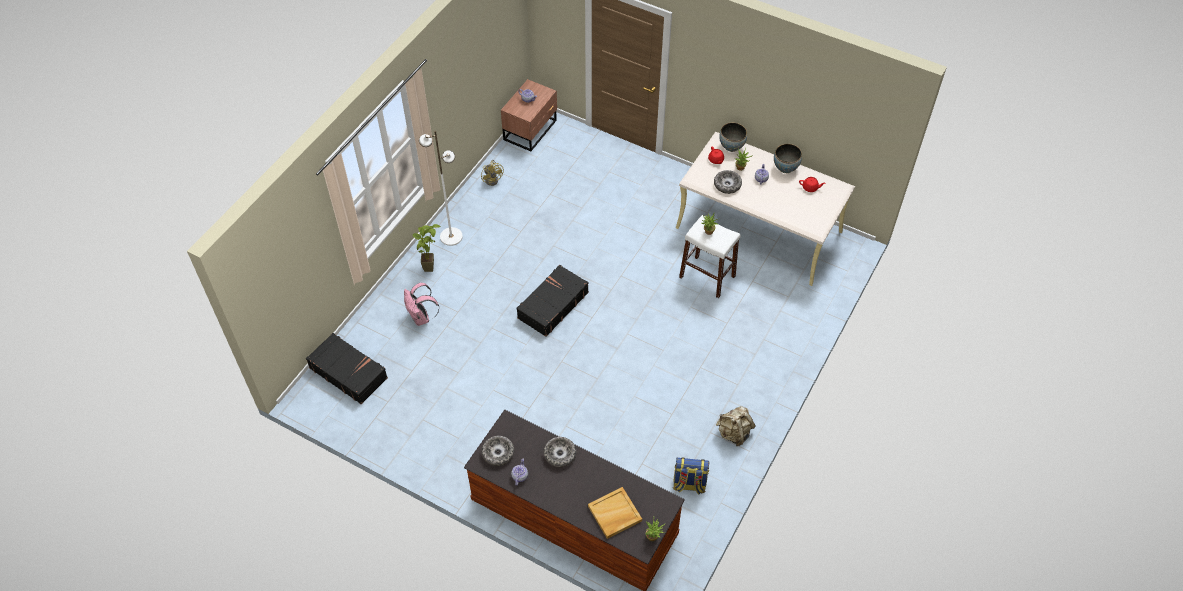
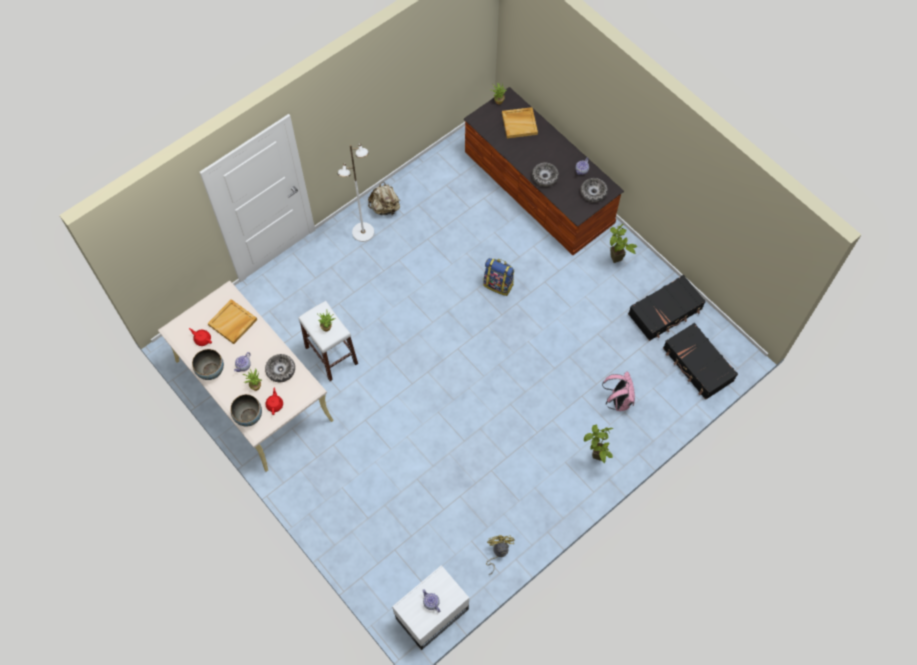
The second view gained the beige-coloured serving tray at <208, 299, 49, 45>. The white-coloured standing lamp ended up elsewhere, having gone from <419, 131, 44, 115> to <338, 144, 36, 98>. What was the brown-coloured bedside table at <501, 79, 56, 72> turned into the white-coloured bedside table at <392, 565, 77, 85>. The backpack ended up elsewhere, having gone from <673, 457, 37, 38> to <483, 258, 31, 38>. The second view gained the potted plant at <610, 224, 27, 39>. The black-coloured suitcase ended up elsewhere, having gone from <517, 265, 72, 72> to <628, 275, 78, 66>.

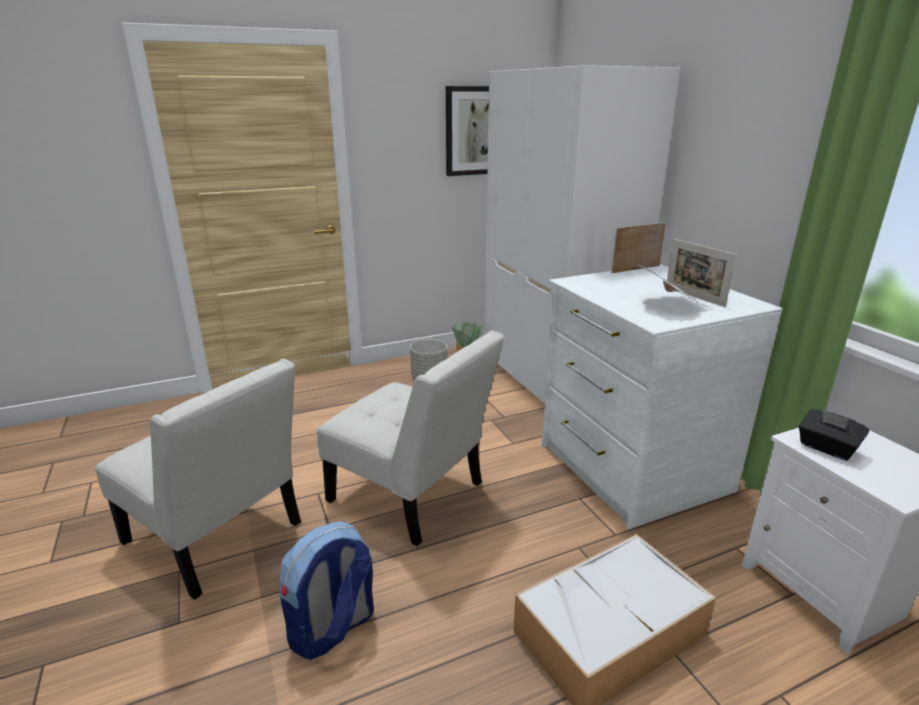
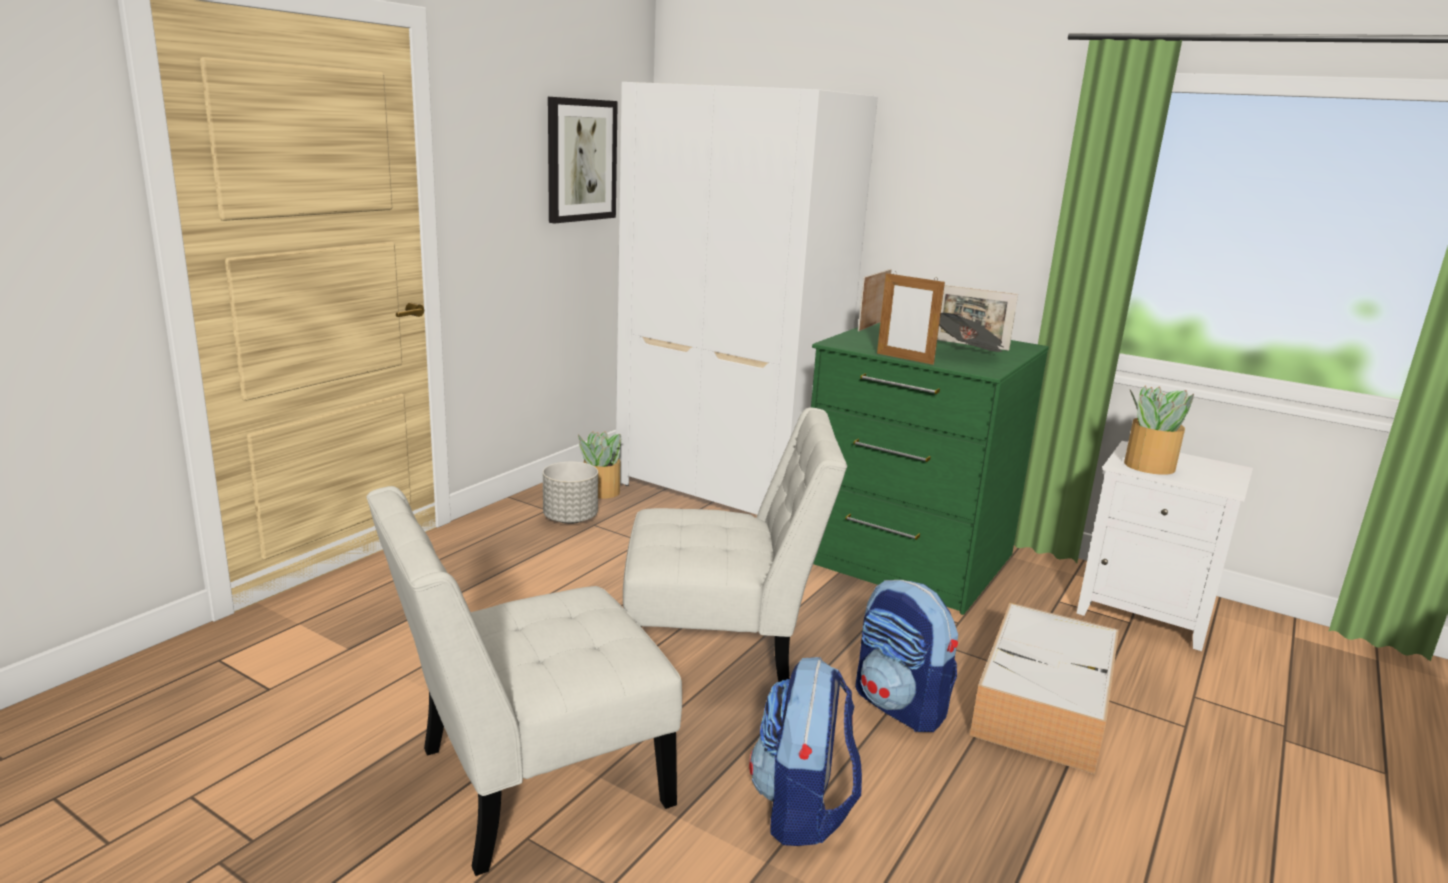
The white-coloured chair at <95, 359, 206, 241> ended up facing another way, 150 degrees clockwise from before. What was the white-coloured dresser at <542, 264, 241, 265> turned into the greenish dresser at <811, 323, 238, 292>. The second view gained the backpack at <855, 580, 103, 152>. The second view gained the picture frame at <877, 272, 68, 93>. Where the black-coloured tissue holder stood at <799, 409, 71, 52>, the potted plant came to stand at <1124, 386, 70, 89>.

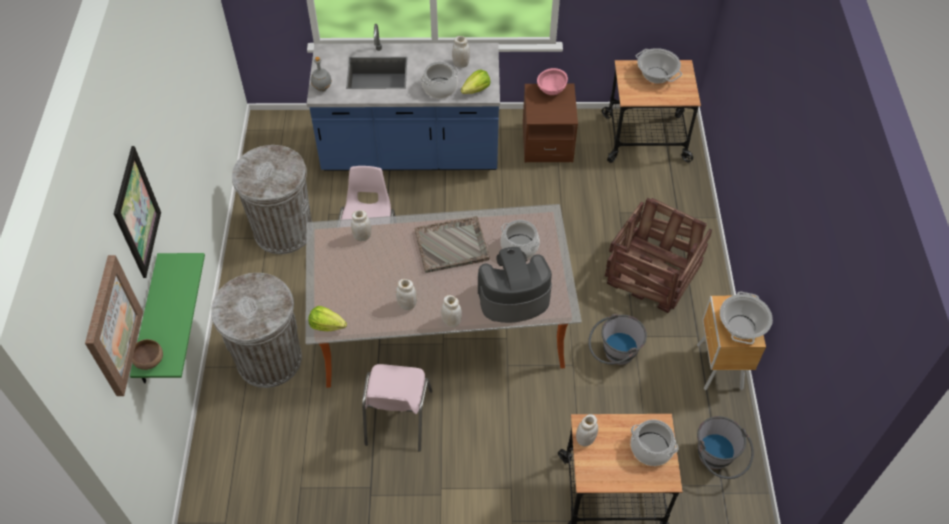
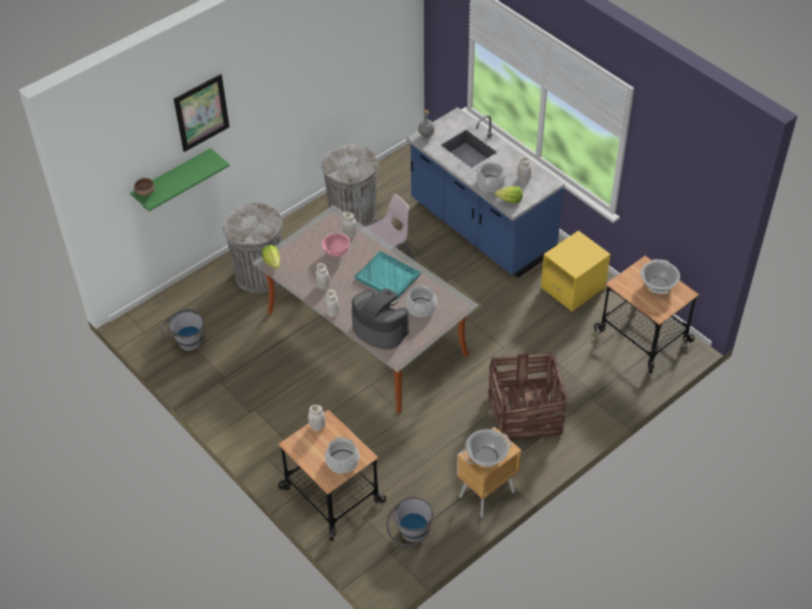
The gray pail ended up elsewhere, having gone from <588, 314, 59, 51> to <161, 309, 43, 42>. The pink-coloured deep dish ended up elsewhere, having gone from <537, 68, 31, 27> to <322, 233, 28, 24>. What was the gray serving tray at <415, 216, 75, 57> turned into the turquoise-coloured serving tray at <354, 251, 67, 46>. What was the brown-coloured bedside table at <523, 84, 55, 79> turned into the yellowish bedside table at <541, 230, 70, 82>. The second view lost the picture at <85, 255, 58, 141>. The second view lost the pink-coloured chair at <362, 364, 71, 88>.

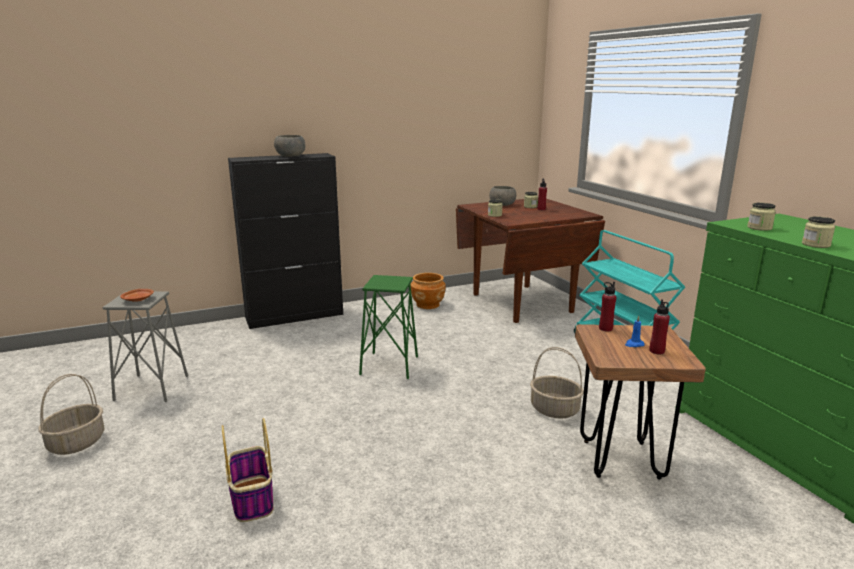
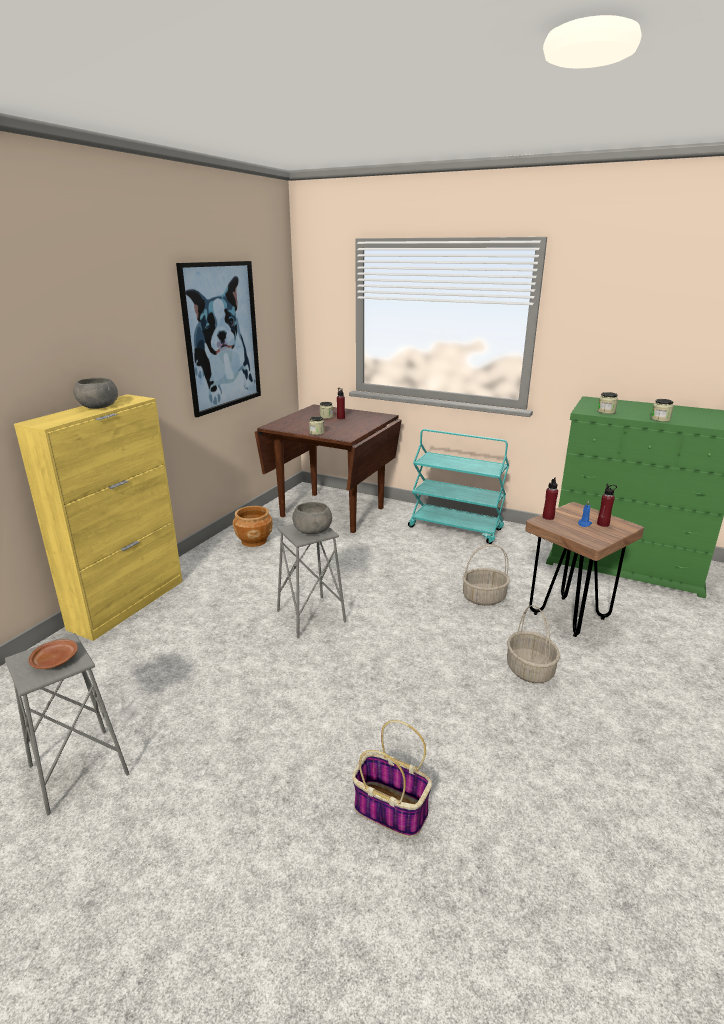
What was the black-coloured cupboard at <228, 153, 115, 176> turned into the yellowish cupboard at <14, 394, 168, 247>. The second view gained the picture at <176, 261, 85, 156>. What was the greenish stool at <359, 275, 59, 104> turned into the gray stool at <277, 524, 69, 114>. The gray deep dish ended up elsewhere, having gone from <489, 186, 27, 20> to <292, 502, 40, 32>. The basket ended up elsewhere, having gone from <38, 374, 67, 81> to <507, 605, 53, 78>.

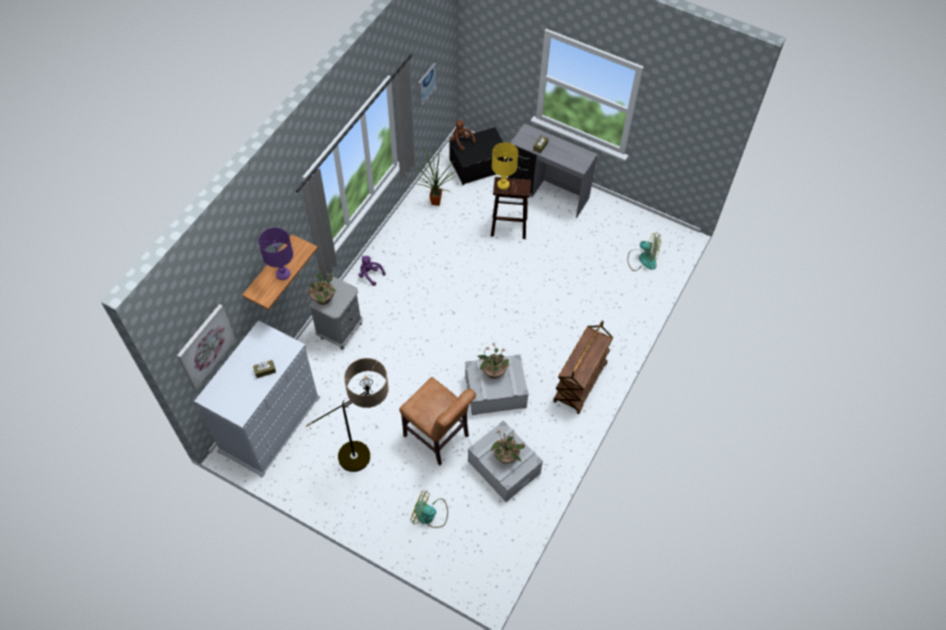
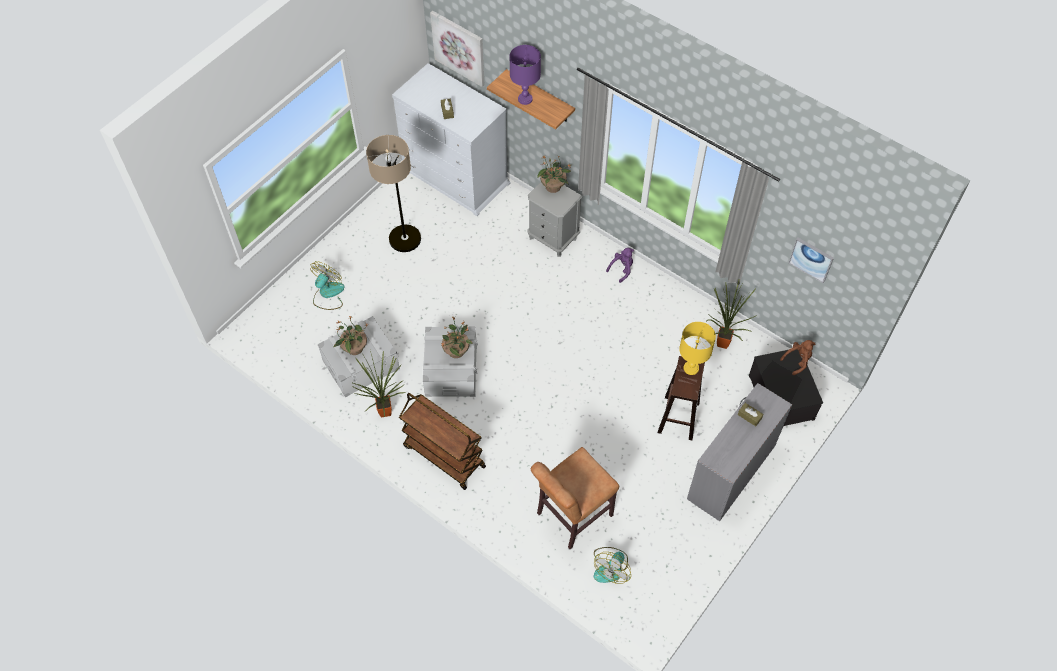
The second view gained the potted plant at <352, 351, 53, 66>. The brown-coloured chair ended up elsewhere, having gone from <399, 377, 77, 88> to <531, 447, 88, 102>.

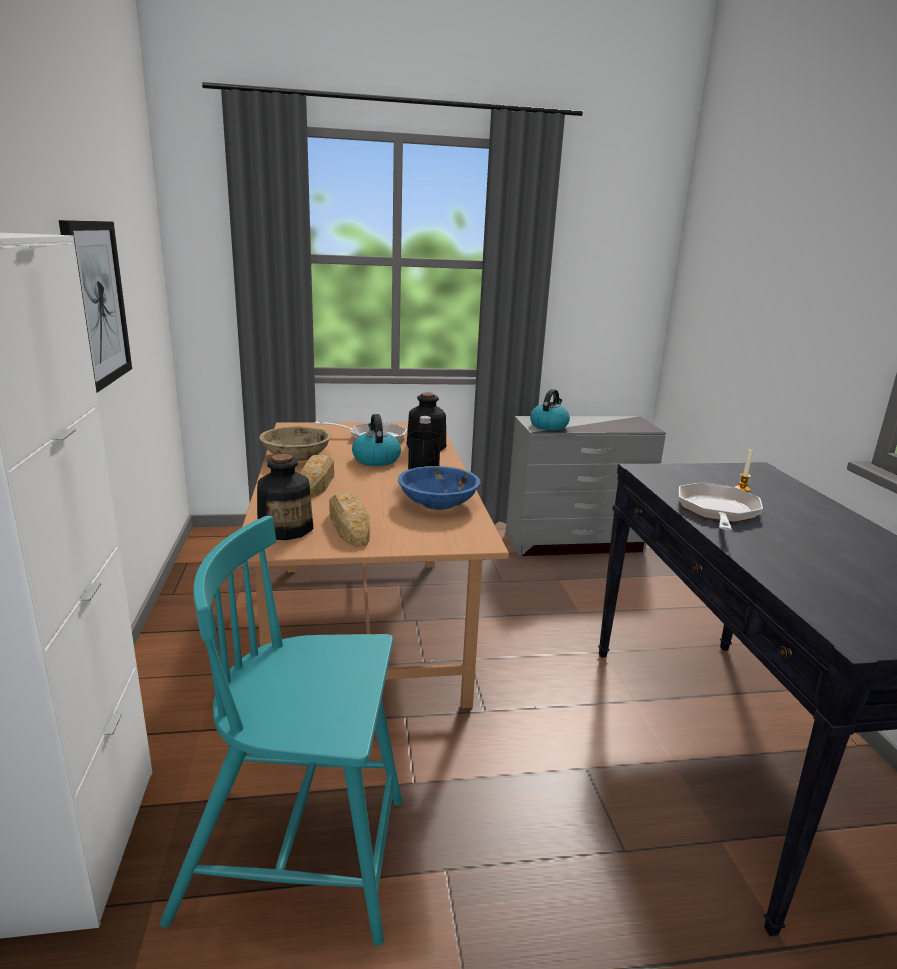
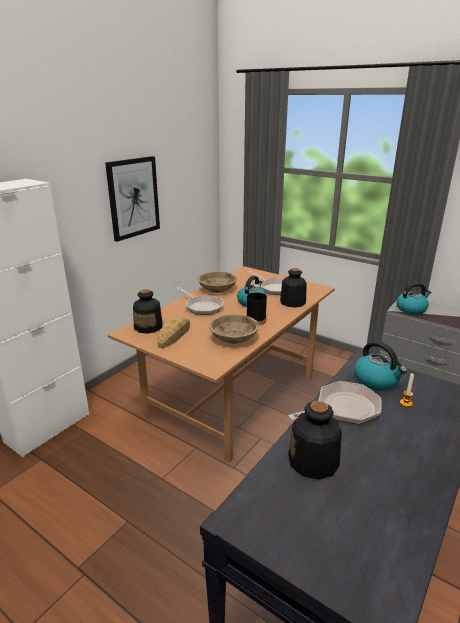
Where the bakery bread stood at <300, 455, 34, 42>, the skillet came to stand at <176, 287, 47, 28>. What was the blue deep dish at <398, 466, 82, 44> turned into the beige-coloured deep dish at <209, 314, 50, 30>. The second view gained the beverage bottle at <288, 401, 54, 79>. The second view gained the tea kettle at <354, 341, 53, 49>. The second view lost the turquoise-coloured chair at <160, 516, 242, 430>.

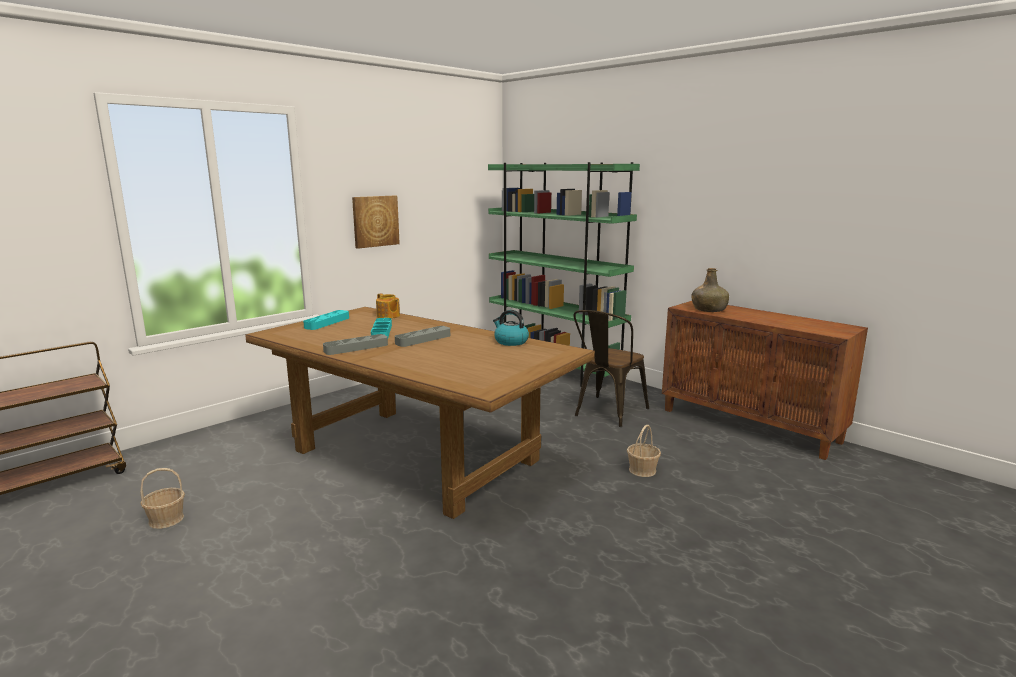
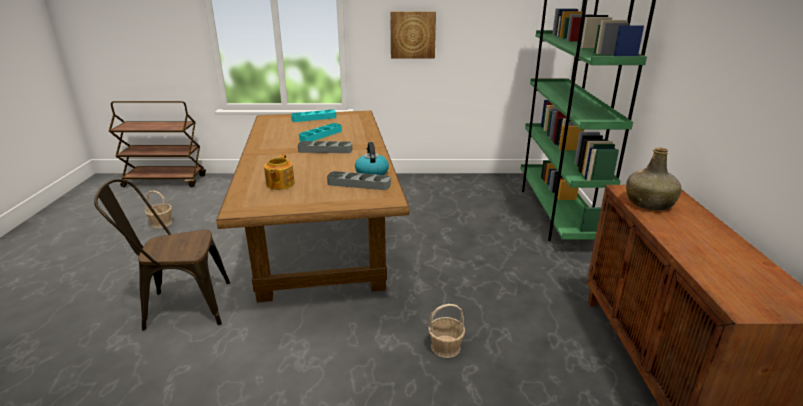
The brown-coloured chair ended up elsewhere, having gone from <574, 310, 75, 117> to <94, 179, 136, 152>. The teapot ended up elsewhere, having gone from <376, 293, 24, 25> to <264, 154, 31, 36>. The gray serving tray ended up elsewhere, having gone from <323, 334, 65, 21> to <327, 171, 64, 19>.

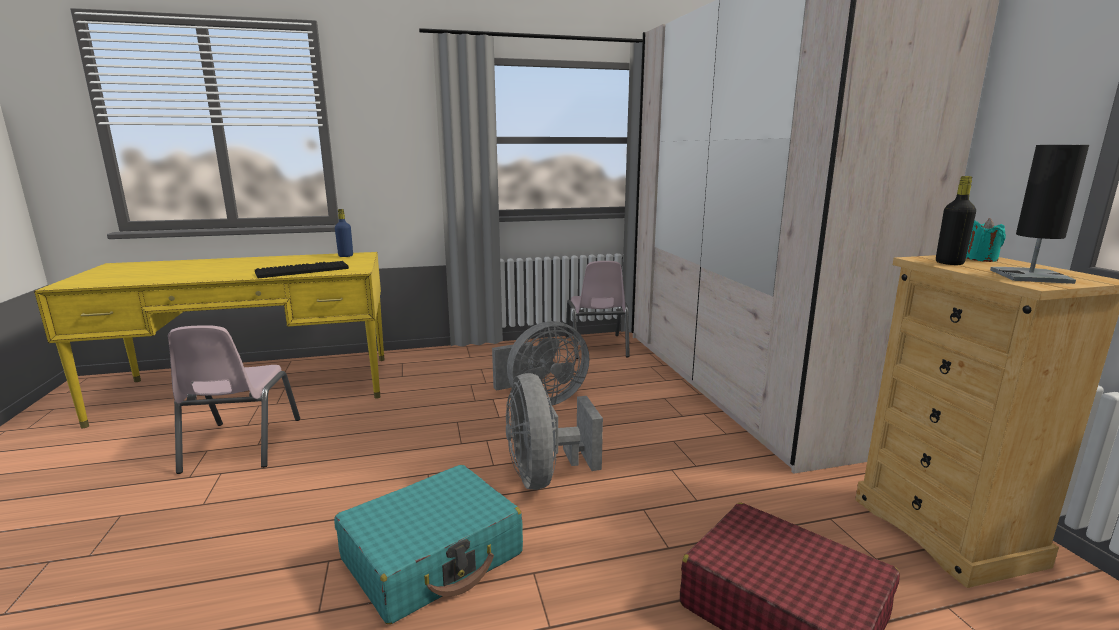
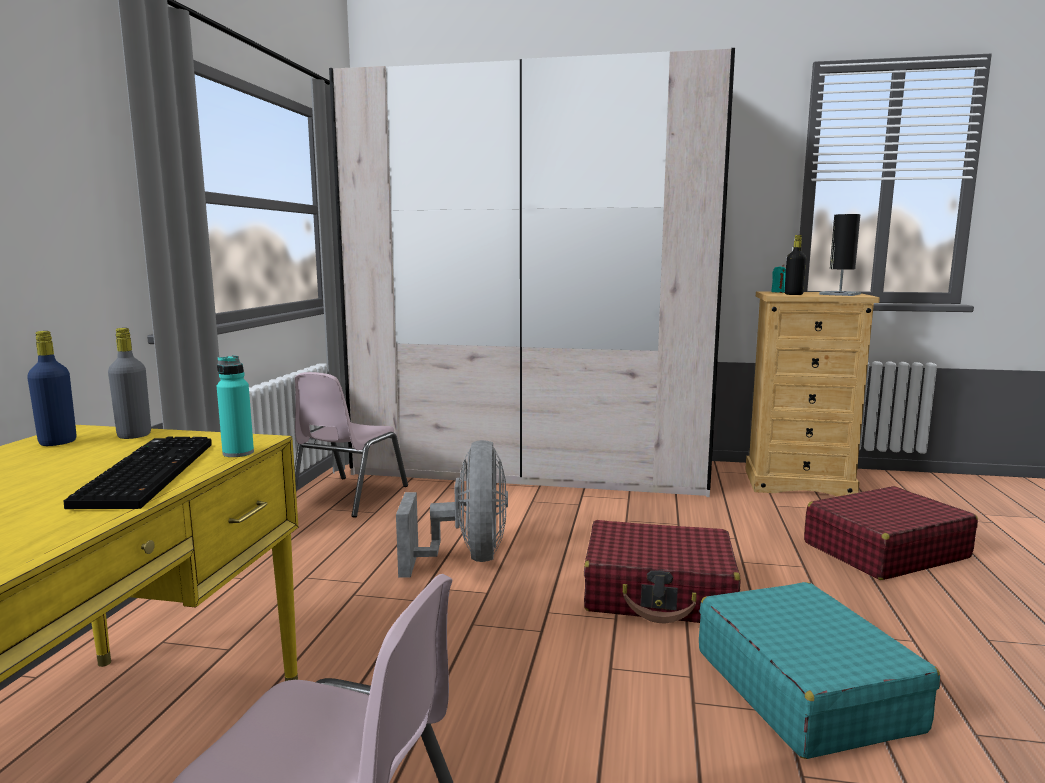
The second view gained the gray beverage bottle at <108, 328, 43, 111>. The second view gained the turquoise-coloured beverage bottle at <217, 356, 37, 101>. The pink-coloured chair at <566, 261, 64, 98> ended up facing another way, 90 degrees clockwise from before. Where the gray cooling fan stood at <506, 373, 97, 117>, the reddish suitcase came to stand at <584, 520, 157, 104>.

